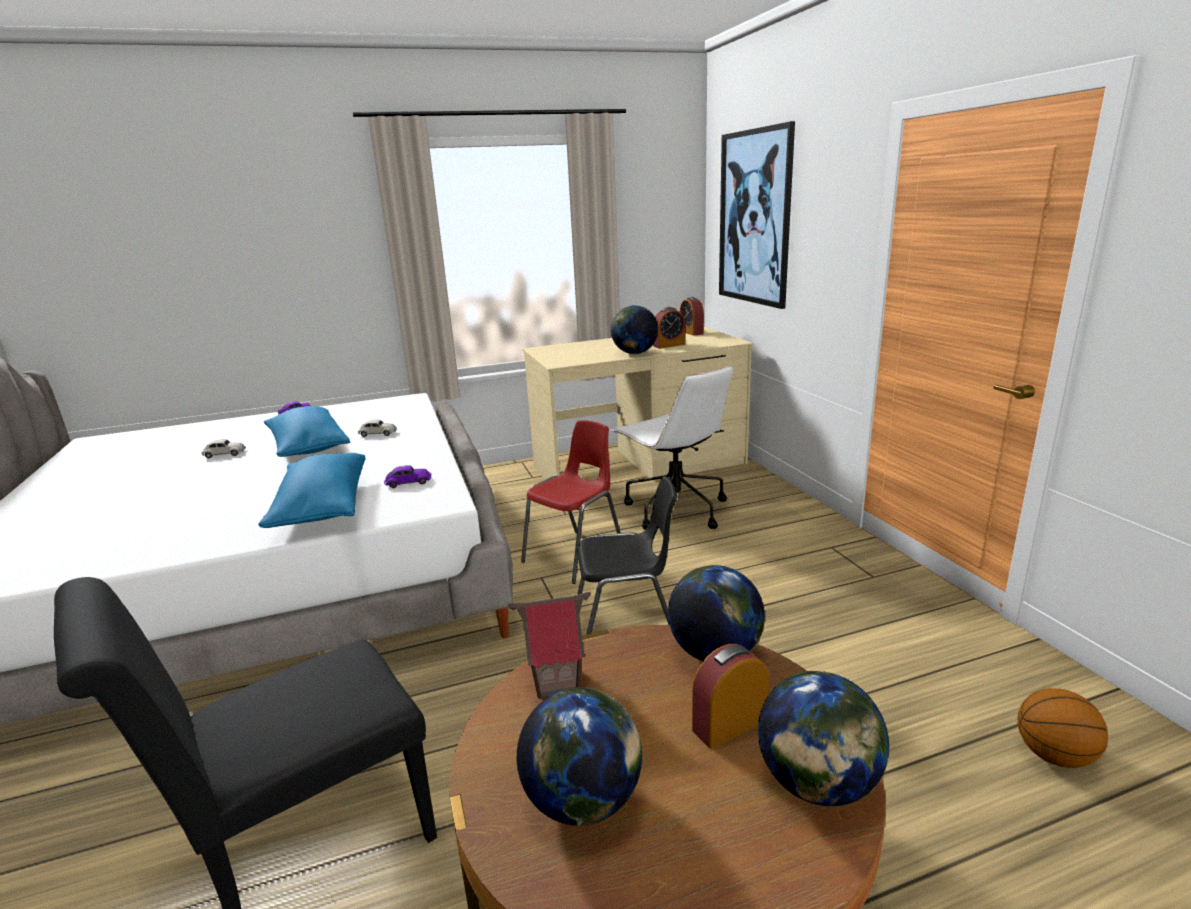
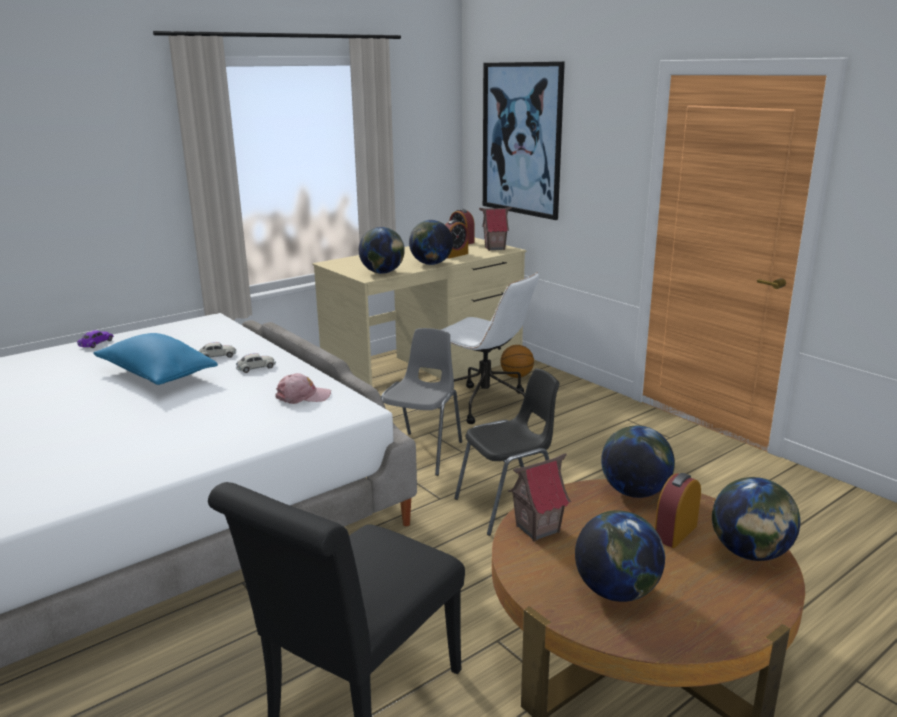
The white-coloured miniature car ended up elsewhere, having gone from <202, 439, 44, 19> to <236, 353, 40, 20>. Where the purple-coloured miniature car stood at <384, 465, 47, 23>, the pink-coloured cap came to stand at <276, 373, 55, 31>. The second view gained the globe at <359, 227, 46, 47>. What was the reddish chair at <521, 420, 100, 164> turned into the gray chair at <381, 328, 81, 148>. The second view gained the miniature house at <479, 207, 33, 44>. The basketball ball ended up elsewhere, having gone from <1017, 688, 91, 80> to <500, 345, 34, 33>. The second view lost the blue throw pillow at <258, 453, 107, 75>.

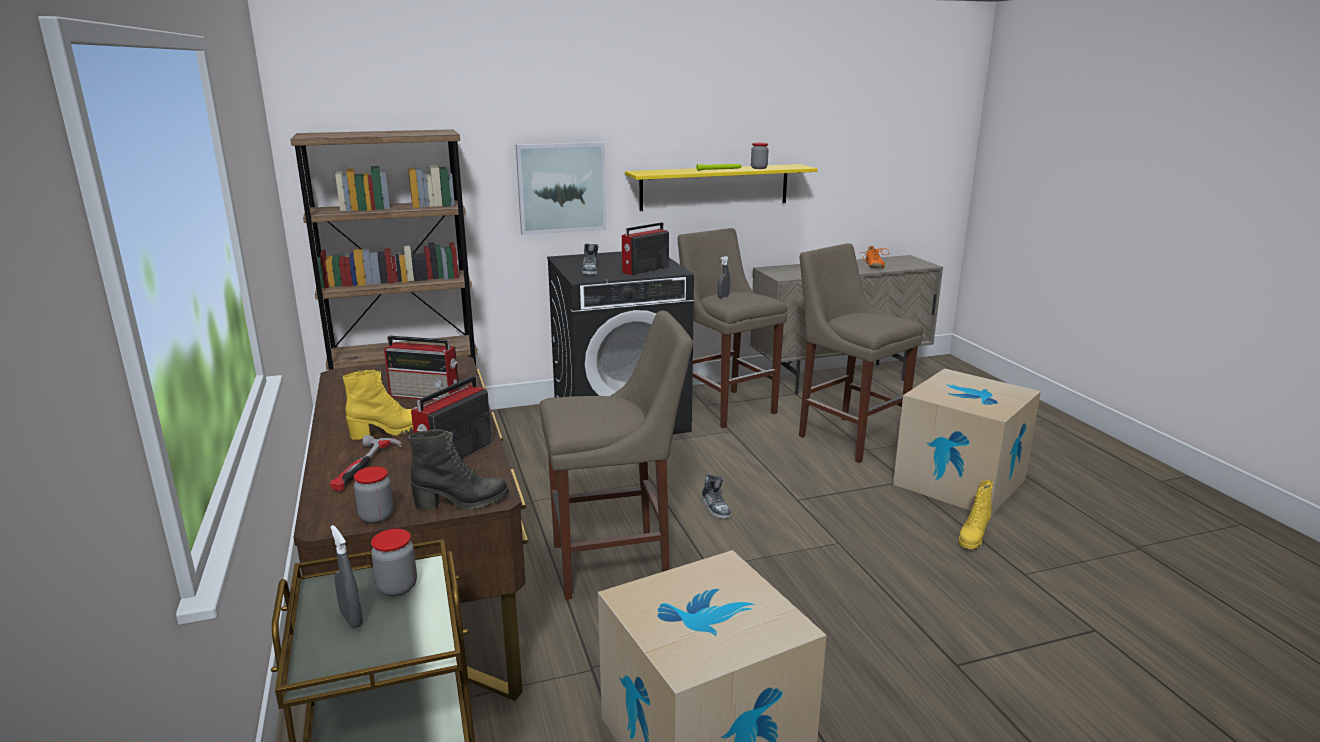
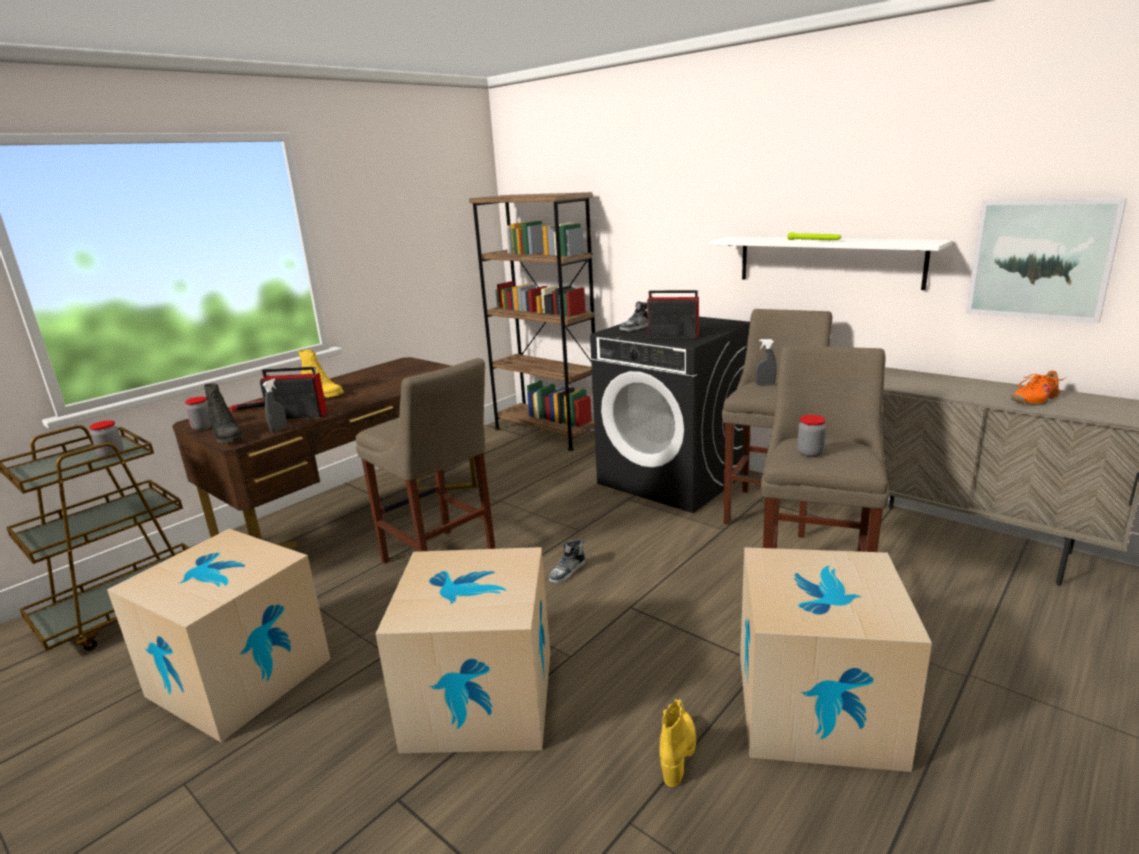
The gray hand sprayer ended up elsewhere, having gone from <330, 525, 33, 103> to <262, 379, 25, 54>. The second view gained the carton at <376, 547, 174, 206>. The yellowish high-top boot at <958, 480, 35, 69> ended up facing another way, 105 degrees clockwise from before. What was the yellowish wall shelf at <625, 164, 192, 47> turned into the white-coloured wall shelf at <709, 236, 244, 54>. The storage jar ended up elsewhere, having gone from <751, 143, 18, 26> to <797, 415, 29, 42>. The picture ended up elsewhere, having gone from <516, 142, 90, 93> to <966, 198, 161, 125>. The second view lost the radio set at <384, 336, 75, 65>.

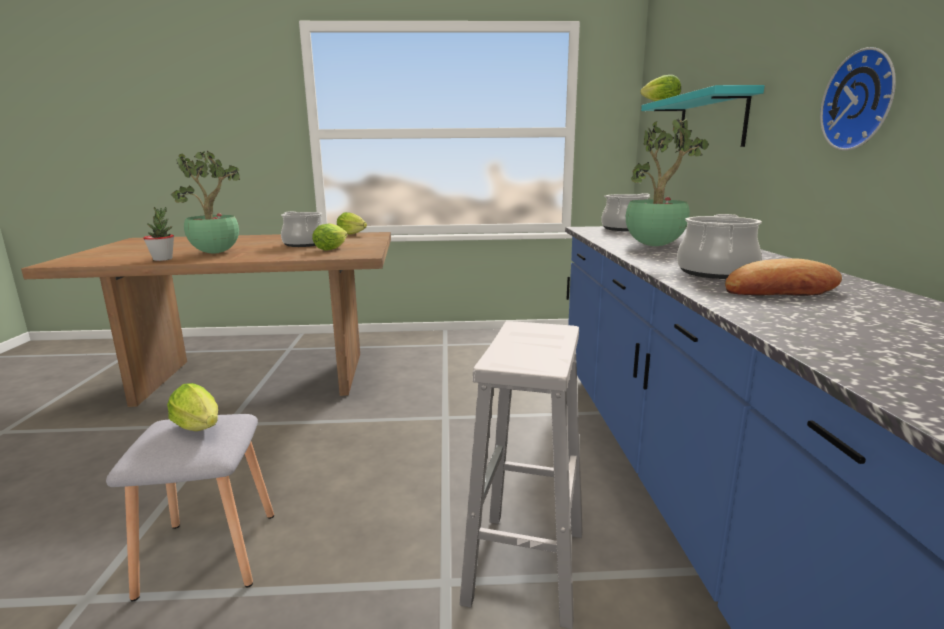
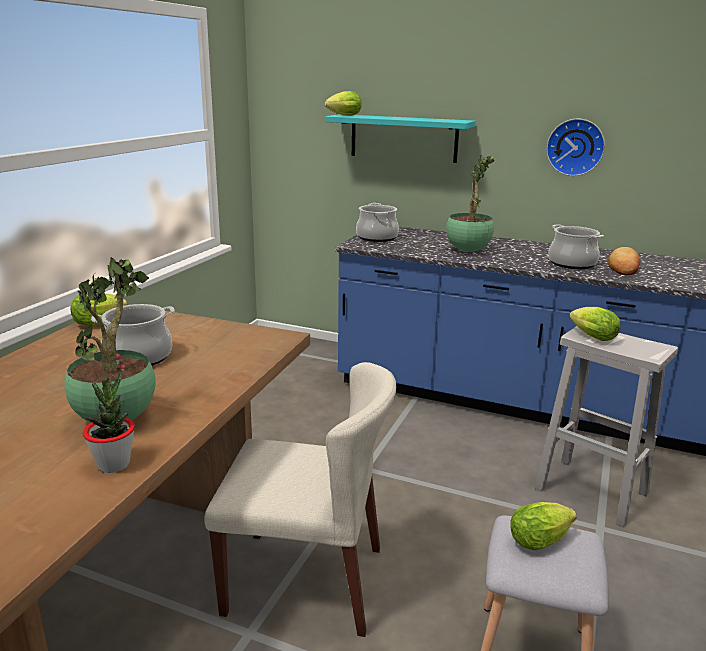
The second view gained the beige-coloured chair at <204, 362, 192, 275>. The head of lettuce ended up elsewhere, having gone from <312, 223, 35, 28> to <569, 307, 52, 34>.

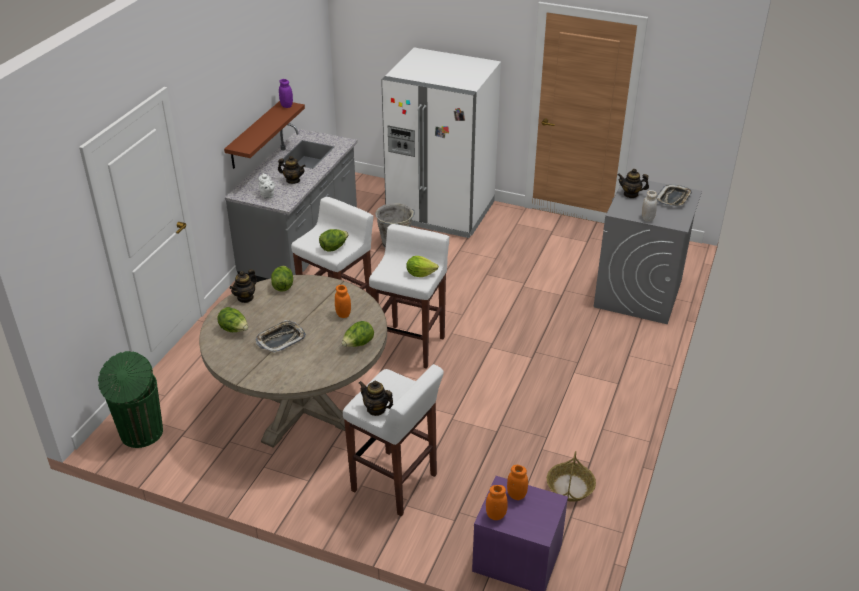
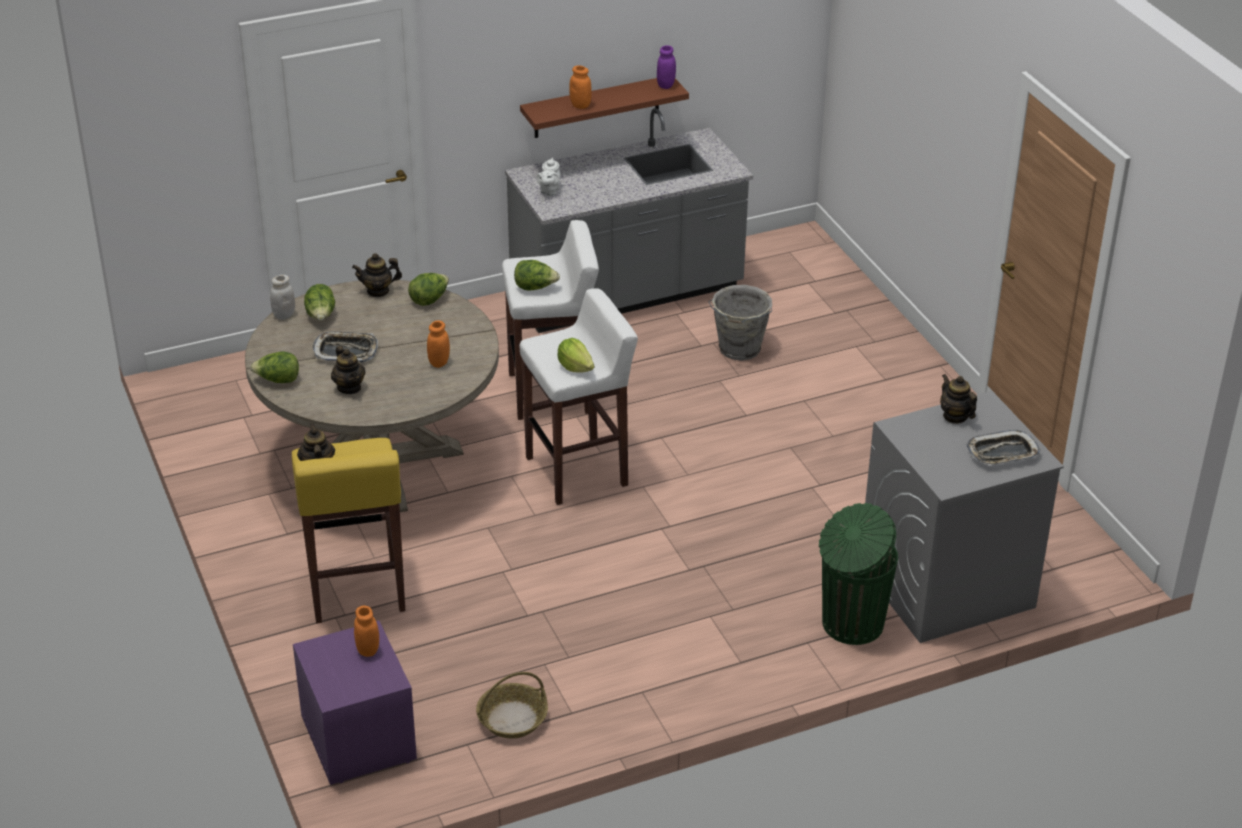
The head of lettuce ended up elsewhere, having gone from <342, 321, 32, 26> to <250, 351, 49, 32>. The white-coloured storage jar ended up elsewhere, having gone from <642, 190, 15, 32> to <270, 275, 25, 45>. What was the white-coloured stool at <343, 364, 101, 152> turned into the yellowish stool at <292, 438, 113, 185>. The teapot ended up elsewhere, having gone from <278, 156, 28, 28> to <331, 346, 34, 48>. The orange storage jar ended up elsewhere, having gone from <486, 485, 22, 35> to <569, 65, 22, 44>. The greenish trash can ended up elsewhere, having gone from <98, 351, 65, 97> to <819, 503, 79, 142>. The second view lost the white-coloured fridge at <381, 48, 120, 190>.

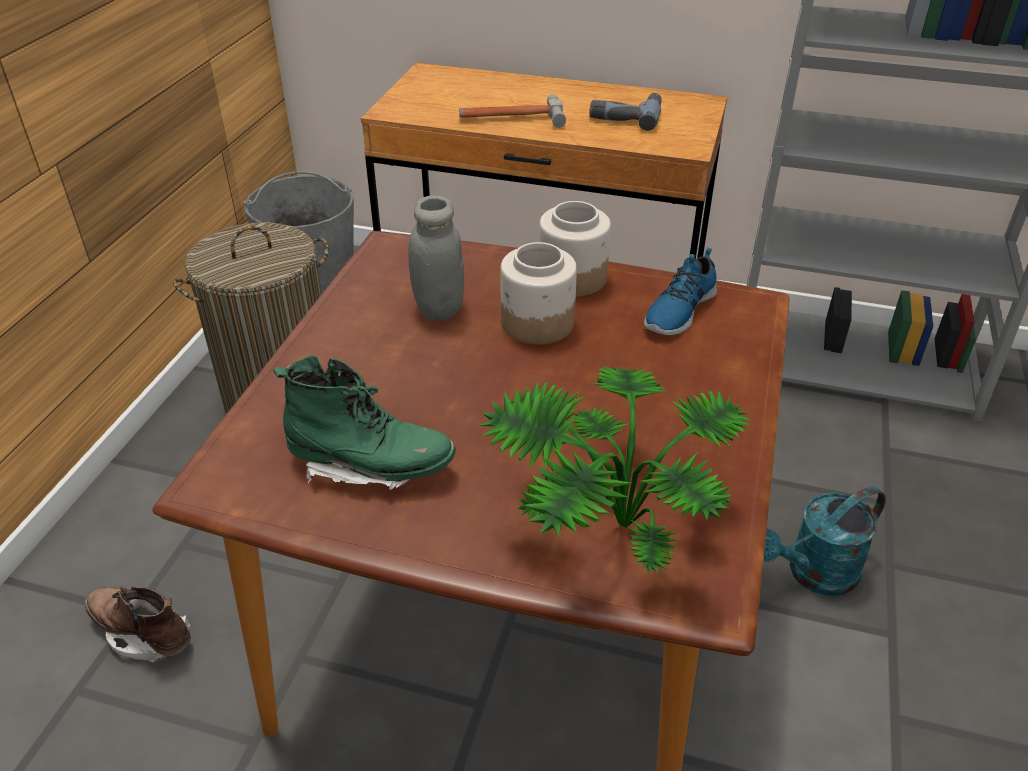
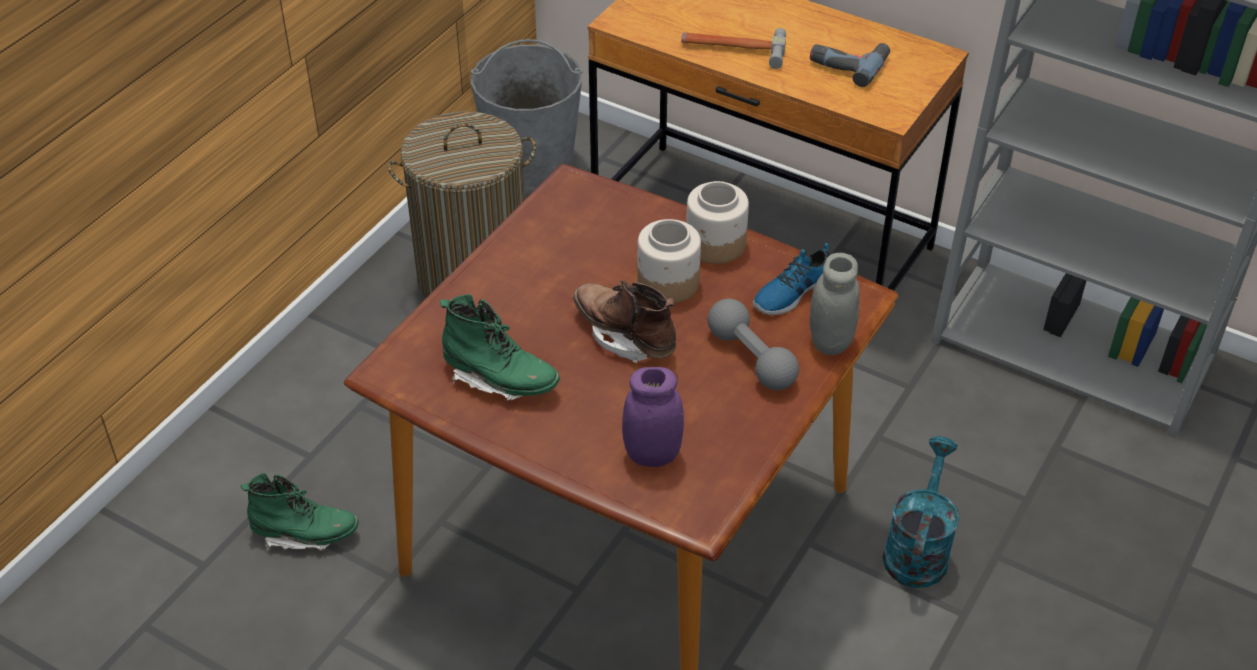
The second view gained the greenish high-top boot at <241, 473, 118, 78>. The brown-coloured high-top boot ended up elsewhere, having gone from <85, 586, 106, 77> to <573, 280, 103, 83>. Where the potted plant stood at <479, 366, 272, 209>, the purple-coloured storage jar came to stand at <622, 367, 62, 100>. The second view gained the gray free weight at <708, 299, 91, 91>. The gray storage jar ended up elsewhere, having gone from <408, 195, 56, 126> to <810, 253, 50, 102>. The turquoise-coloured sprinkling can at <764, 486, 122, 110> ended up facing another way, 120 degrees clockwise from before.

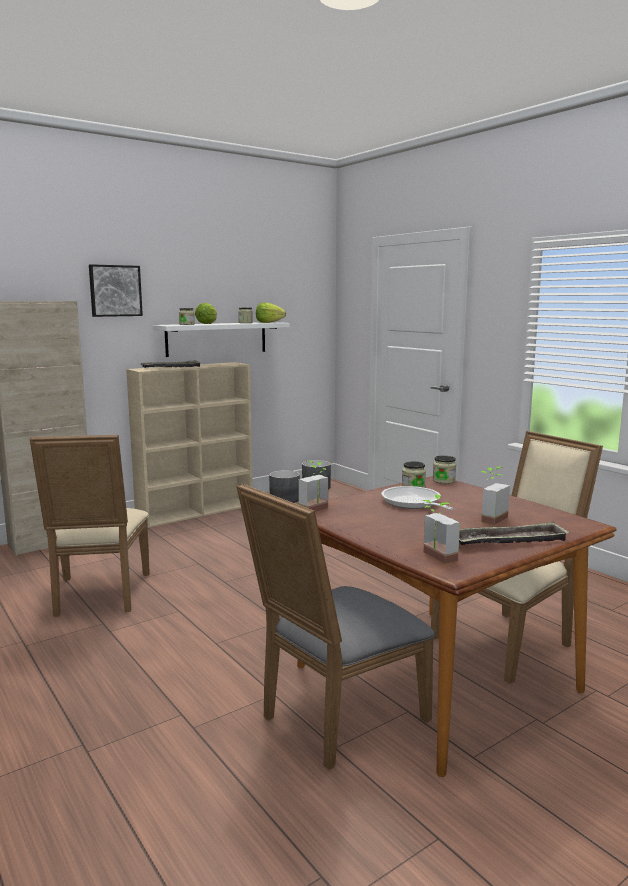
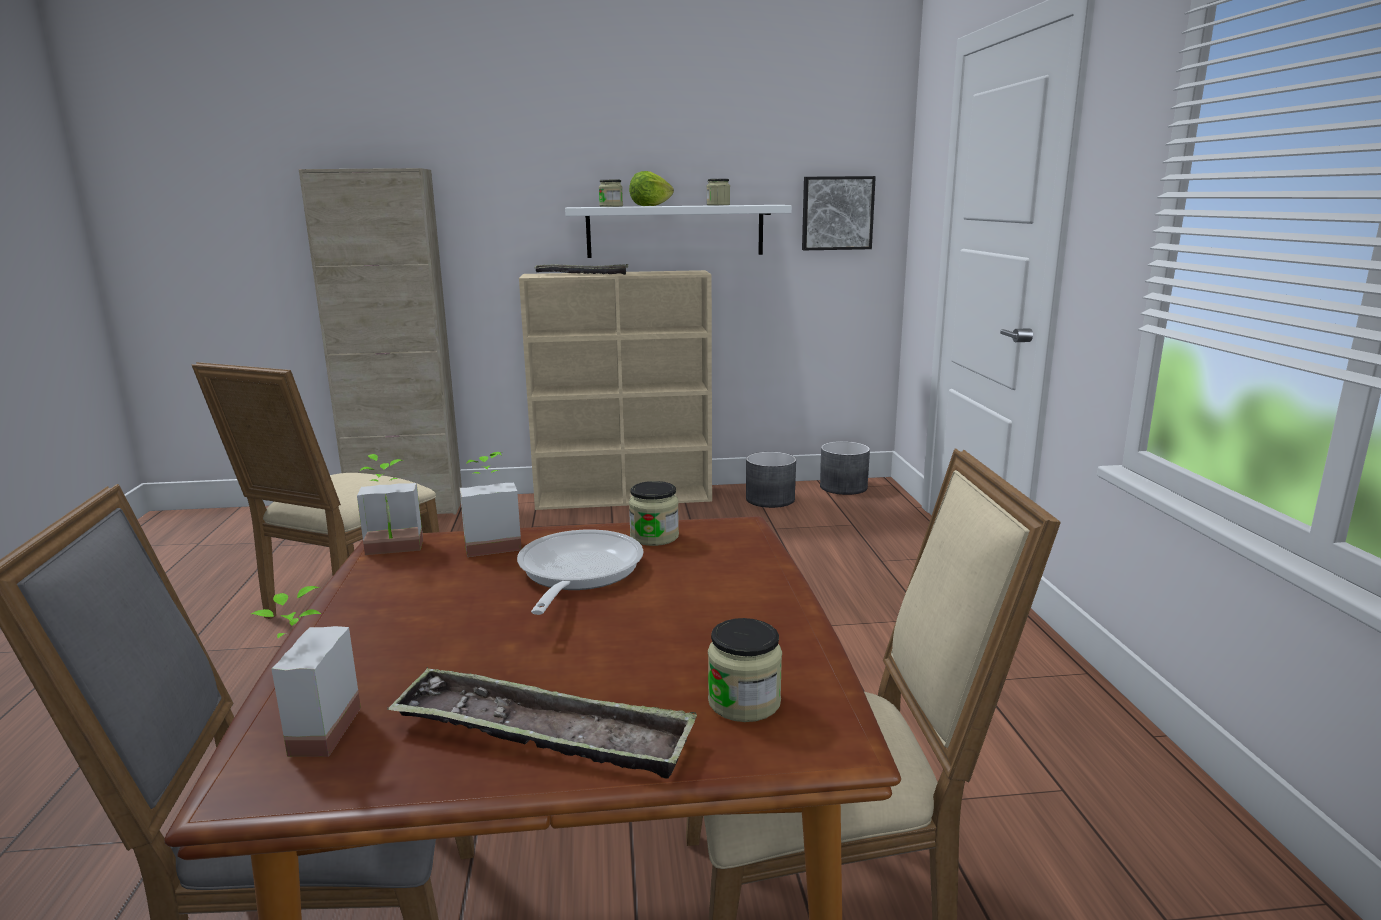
The potted plant ended up elsewhere, having gone from <480, 466, 30, 59> to <460, 452, 62, 105>. The storage jar ended up elsewhere, having gone from <433, 456, 23, 28> to <708, 618, 74, 104>. The picture ended up elsewhere, having gone from <89, 264, 54, 53> to <802, 176, 74, 74>. The second view lost the head of lettuce at <256, 303, 30, 20>.

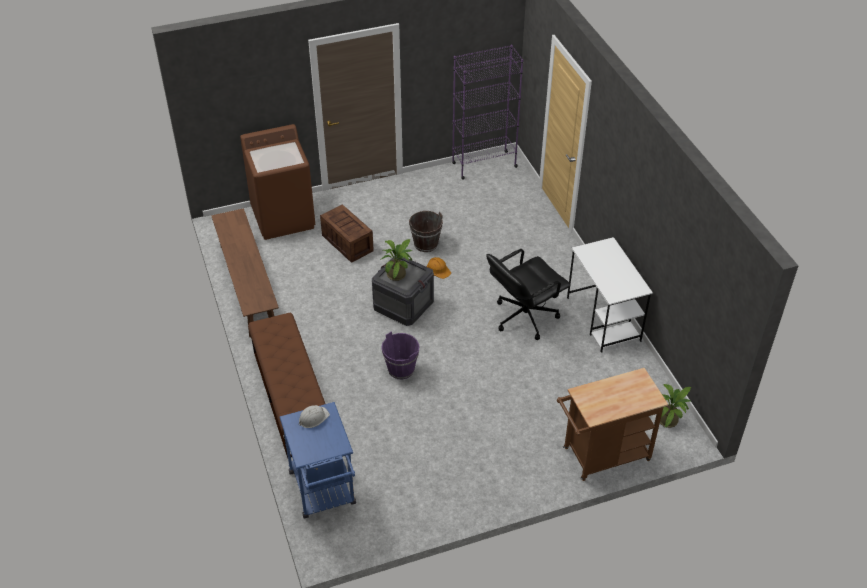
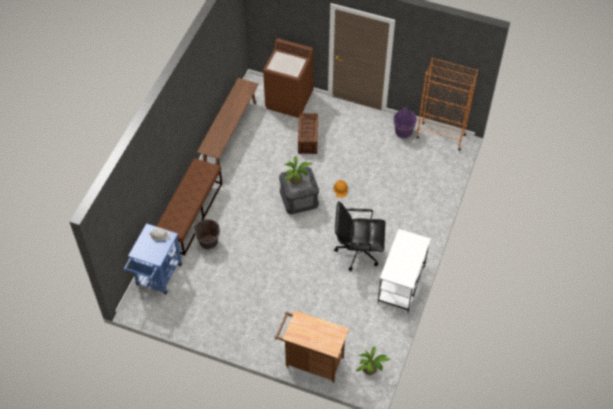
The brown-coloured pail ended up elsewhere, having gone from <409, 211, 34, 41> to <194, 219, 26, 31>. The purple-coloured pail ended up elsewhere, having gone from <381, 331, 39, 48> to <393, 108, 24, 31>. What was the purple-coloured shelving unit at <452, 45, 71, 135> turned into the orange shelving unit at <416, 58, 62, 93>.

